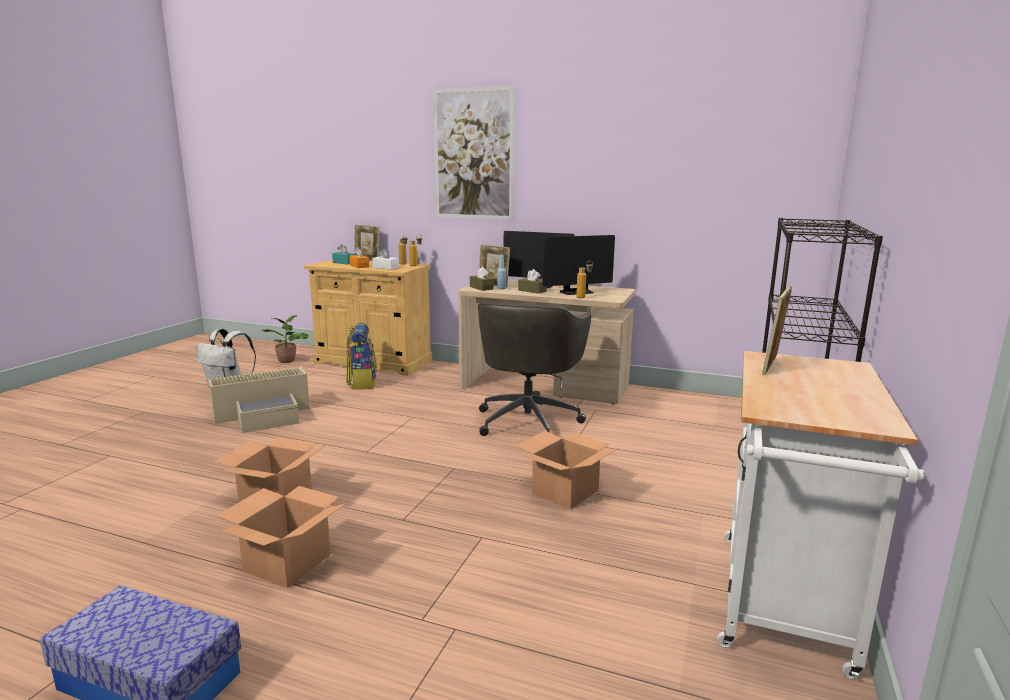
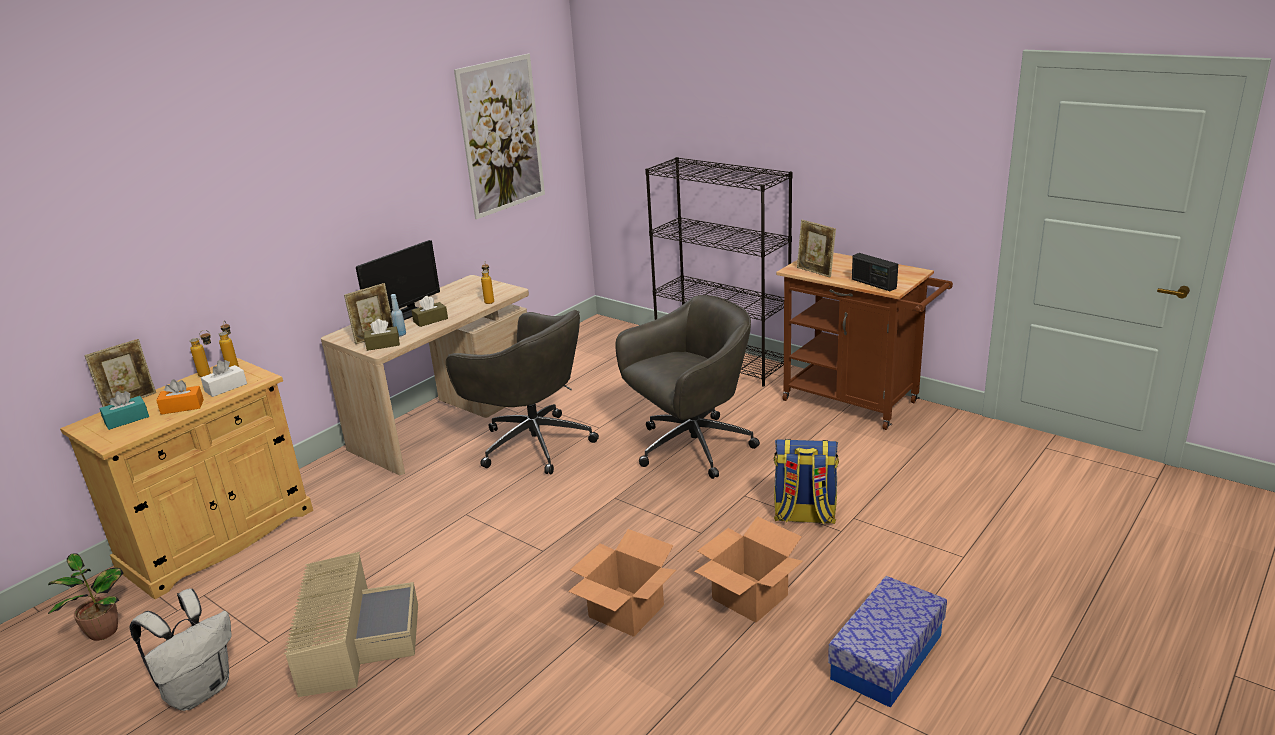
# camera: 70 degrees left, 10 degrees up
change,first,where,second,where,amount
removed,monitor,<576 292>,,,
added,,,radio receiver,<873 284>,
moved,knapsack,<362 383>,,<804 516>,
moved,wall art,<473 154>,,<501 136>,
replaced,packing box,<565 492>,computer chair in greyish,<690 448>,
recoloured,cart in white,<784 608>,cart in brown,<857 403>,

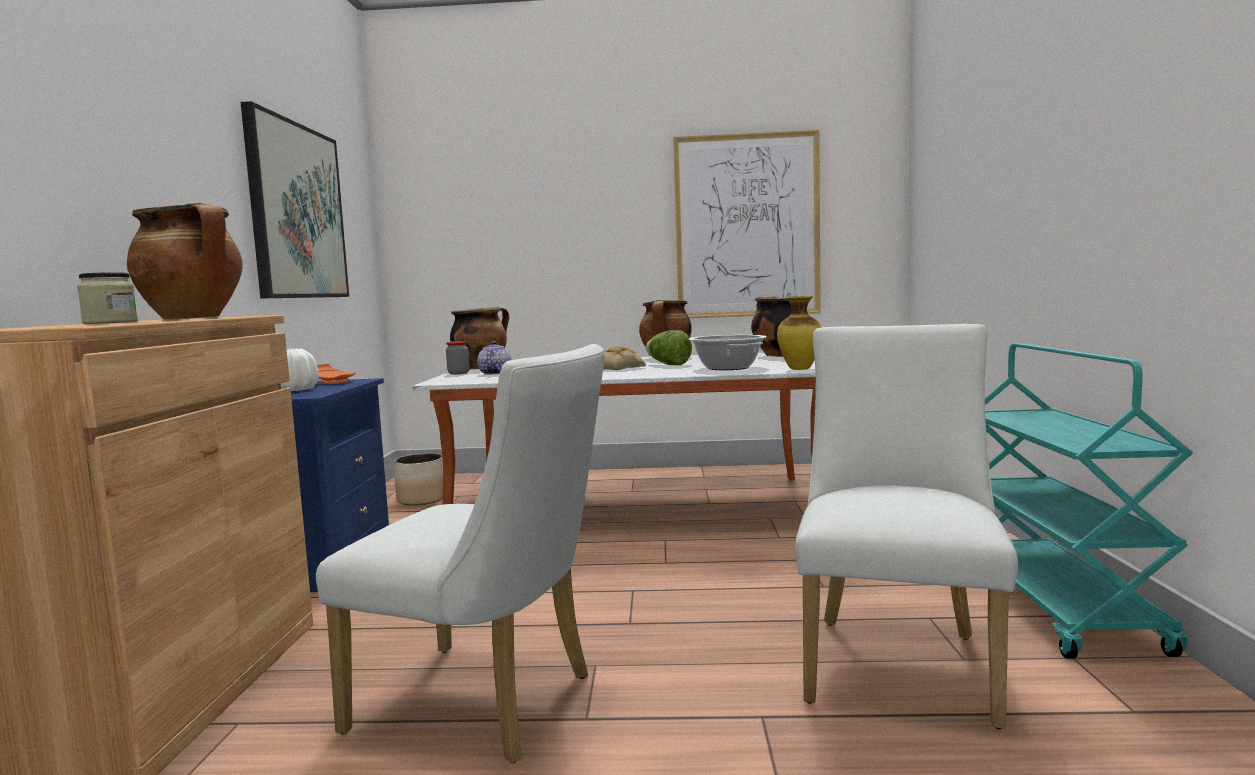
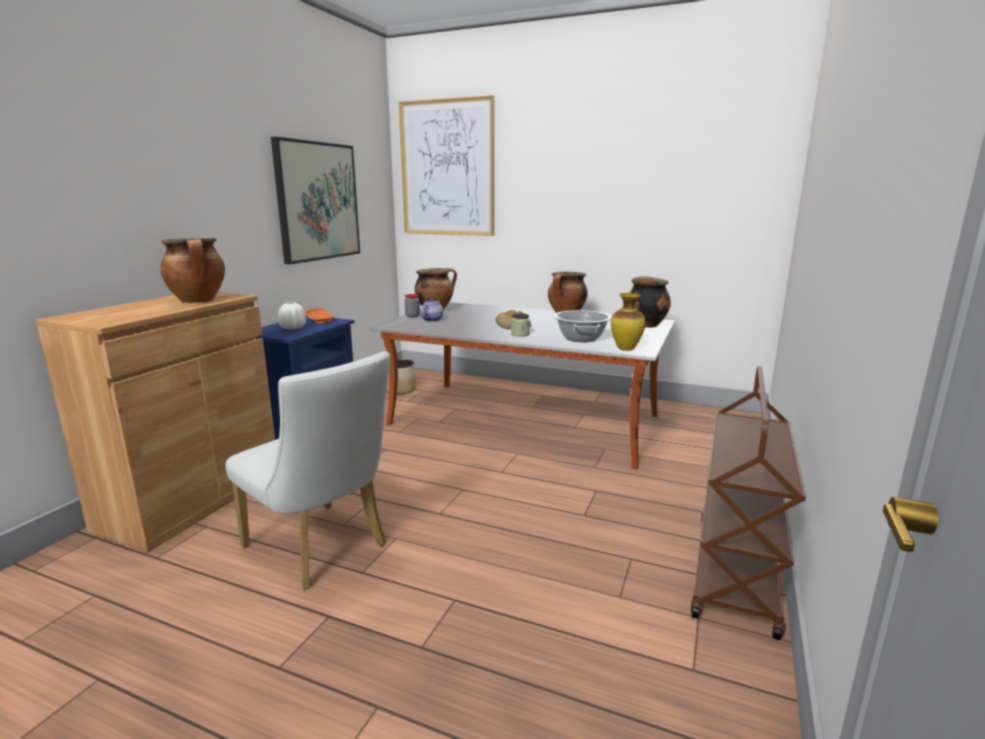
# camera: 20 degrees right, 10 degrees up
change,first,where,second,where,amount
removed,lettuce,<668 365>,,,
removed,chair in white,<898 659>,,,
moved,jar,<110 323>,,<520 334>,
moved,wall art,<747 226>,,<447 168>,
recoloured,cart in turquoise,<1058 607>,cart in brown,<736 574>,

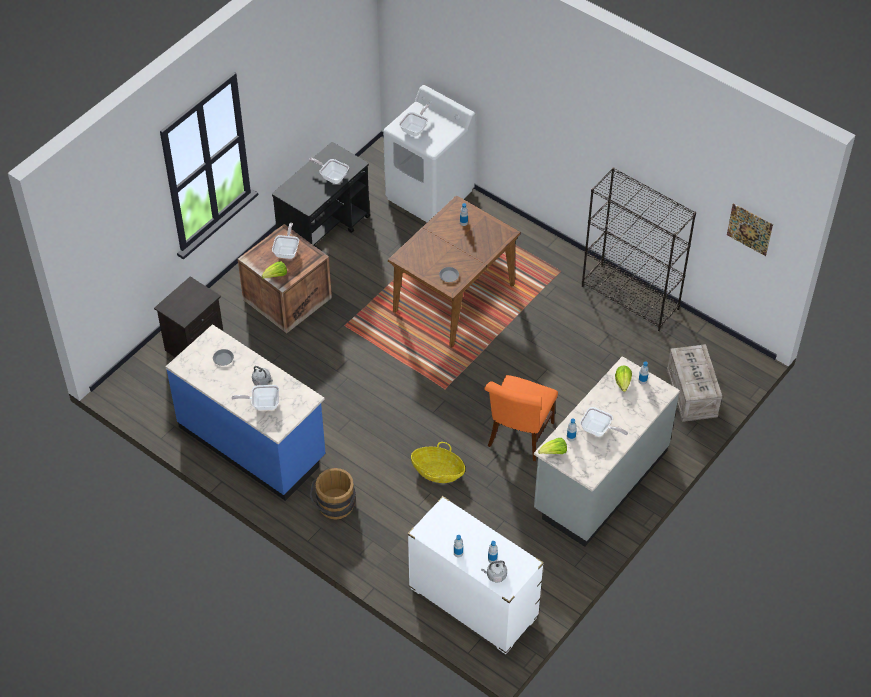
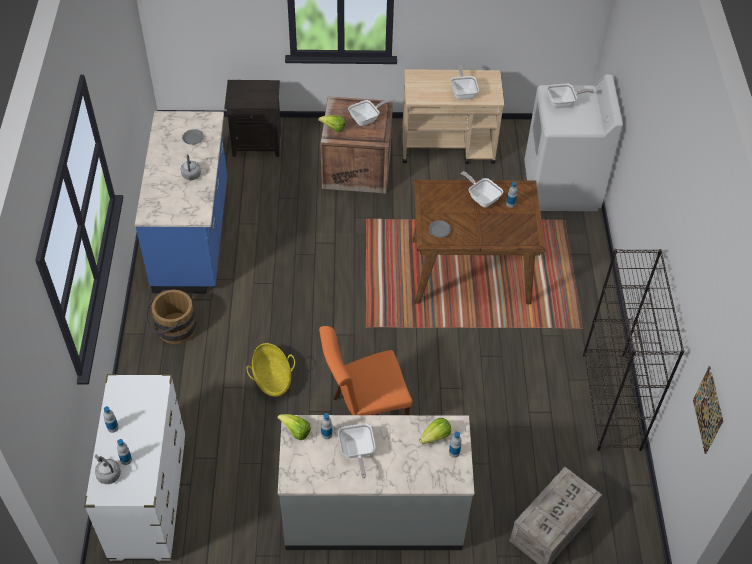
# camera: 50 degrees right, 0 degrees up
change,first,where,second,where,amount
moved,frying pan,<262 404>,,<482 198>,
recoloured,cart in black-coloured,<324 231>,cart in beige-coloured,<448 147>,

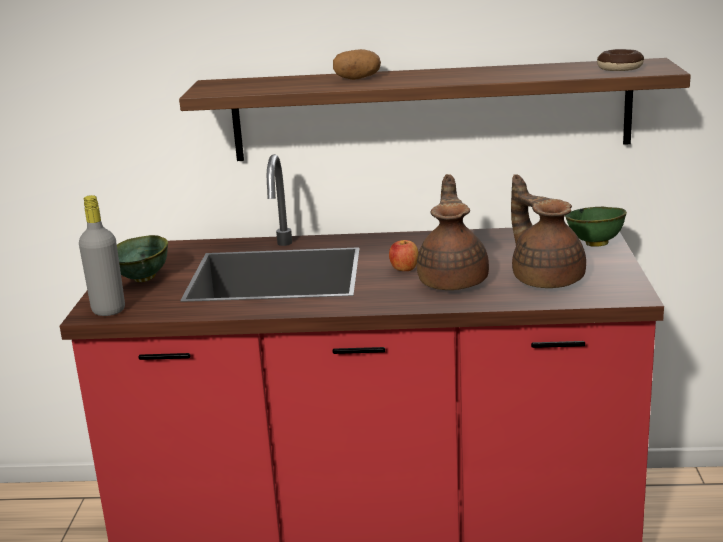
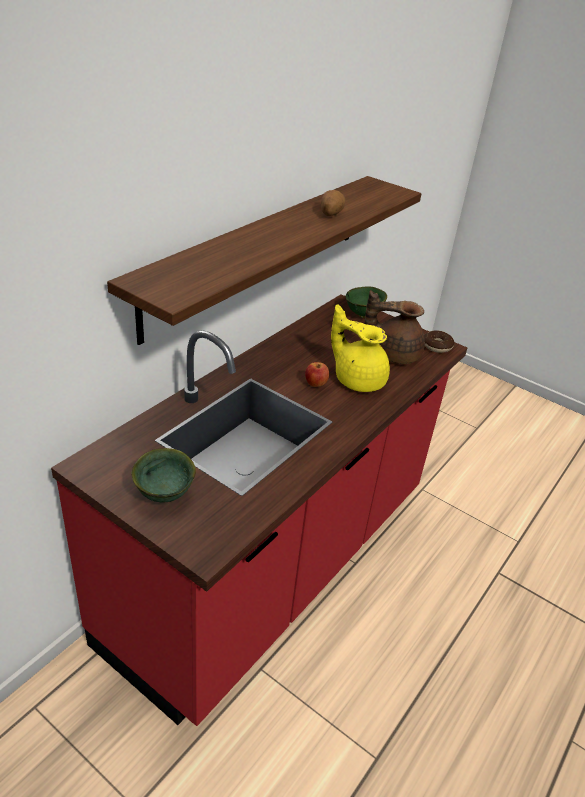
# camera: 60 degrees left, 15 degrees up
change,first,where,second,where,amount
removed,bottle in greyish,<108 310>,,,
moved,spud,<358 78>,,<330 214>,
moved,donut,<620 68>,,<437 346>,
recoloured,tea pot in brown,<454 281>,tea pot in yellow,<358 379>,

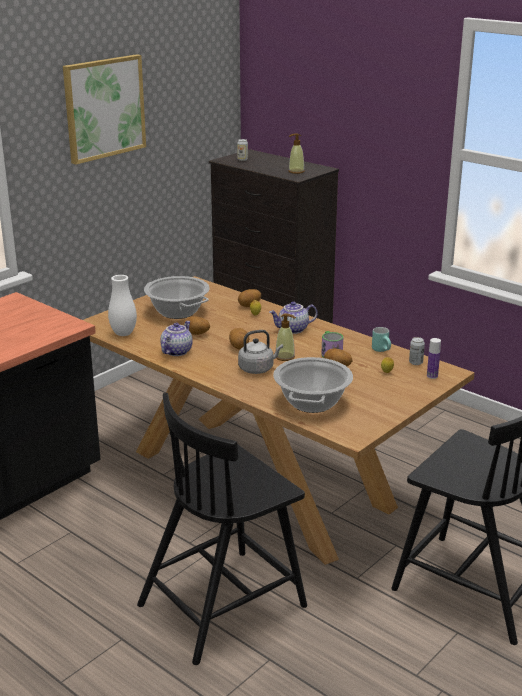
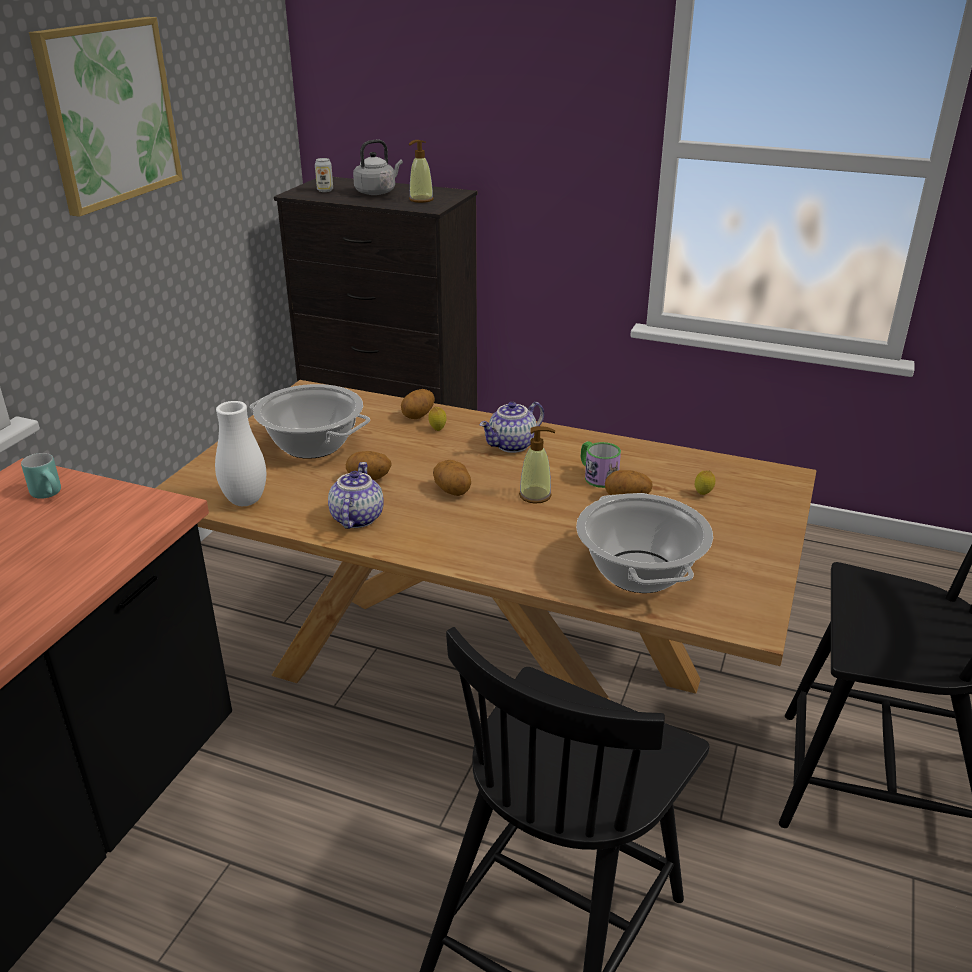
# camera: 20 degrees left, 5 degrees up
change,first,where,second,where,amount
removed,can,<415 362>,,,
removed,bottle,<432 376>,,,
moved,kettle in greyish,<258 369>,,<377 192>,
moved,mug in turquoise,<383 350>,,<51 494>,

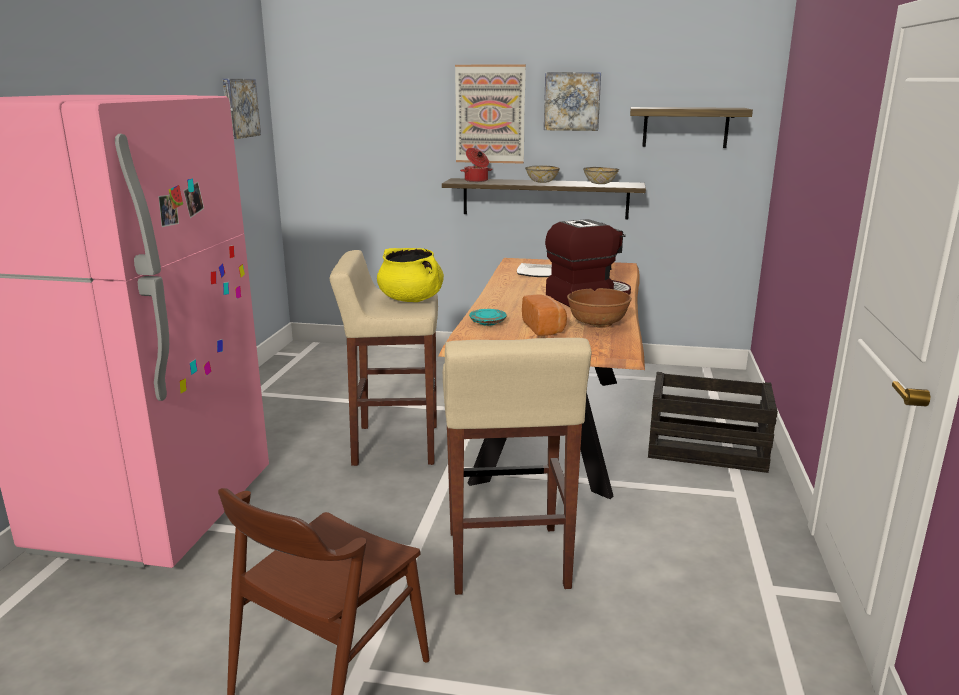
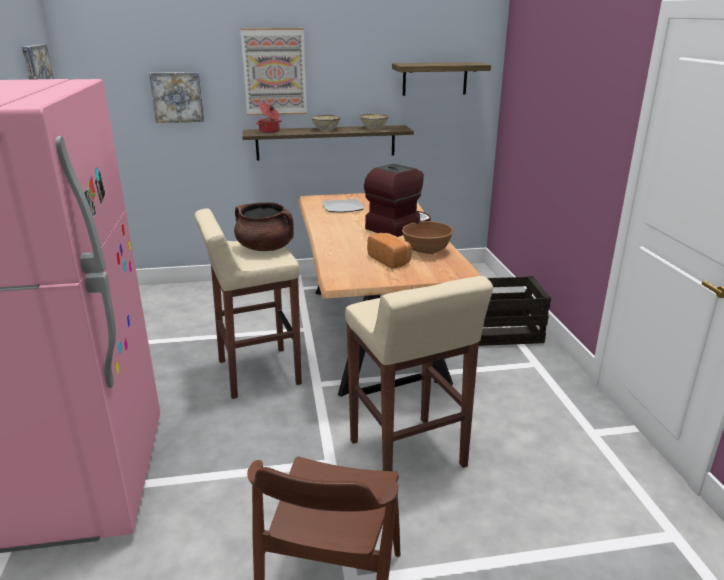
# camera: 20 degrees left, 5 degrees up
change,first,where,second,where,amount
removed,flat dish in turquoise,<488 323>,,,
moved,wall art,<572 101>,,<177 97>,
recoloured,cooking pot in yellow,<411 299>,cooking pot in brown,<266 248>,

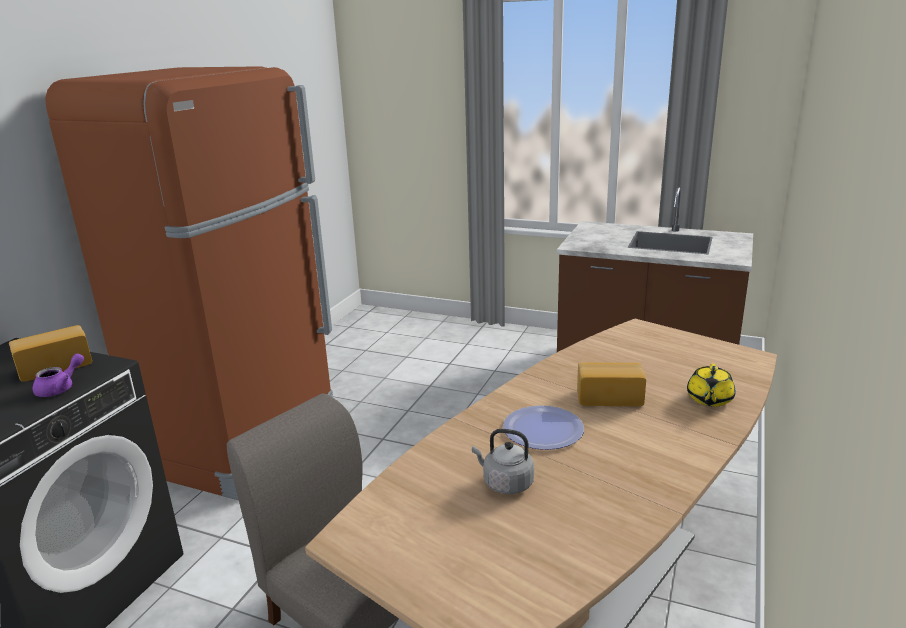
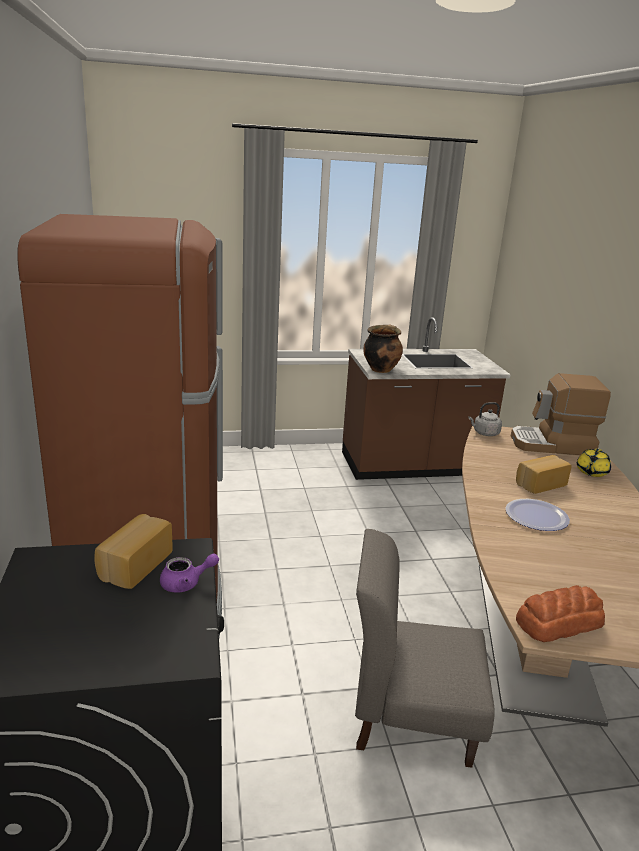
# camera: 35 degrees left, 0 degrees up
change,first,where,second,where,amount
added,,,cooking pot,<381 369>,
added,,,coffee maker,<552 445>,
added,,,bread,<558 622>,
moved,kettle in greyish,<505 483>,,<484 433>,
turned,tea pot in purple,<60 388>,,<186 583>,75 degrees clockwise
turned,tea pot in yellow,<709 399>,,<591 472>,45 degrees clockwise

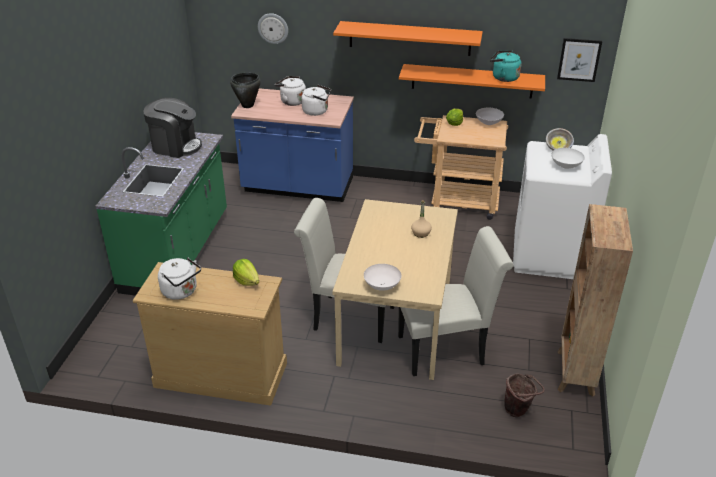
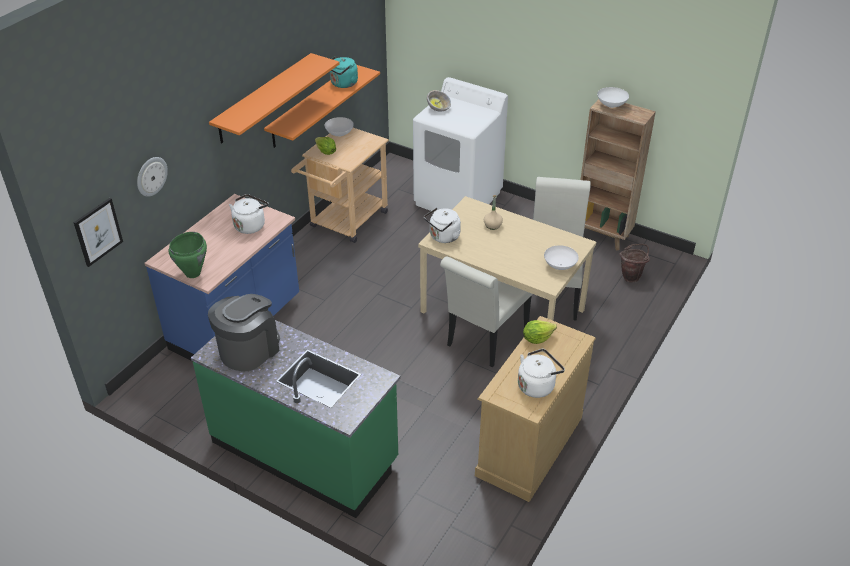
# camera: 70 degrees left, 5 degrees up
change,first,where,second,where,amount
moved,kettle in white,<291 101>,,<443 237>,
moved,bowl in white,<566 166>,,<612 105>,
moved,wall art,<579 59>,,<98 232>,
recoloured,cooking pot in black-coloured,<248 105>,cooking pot in green-coloured,<193 273>,

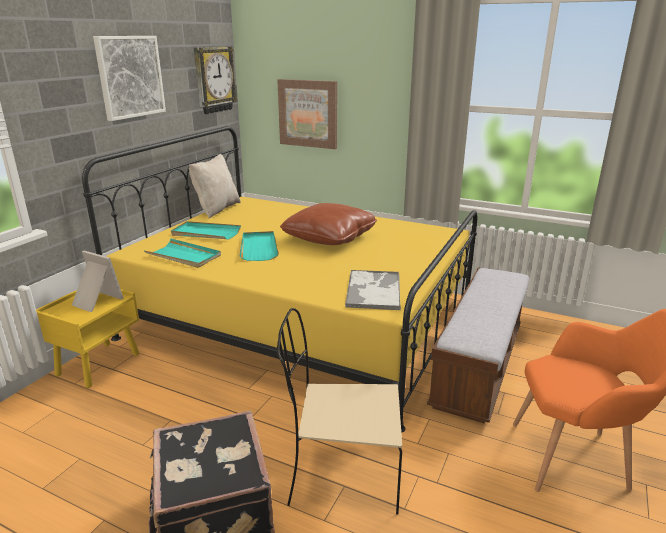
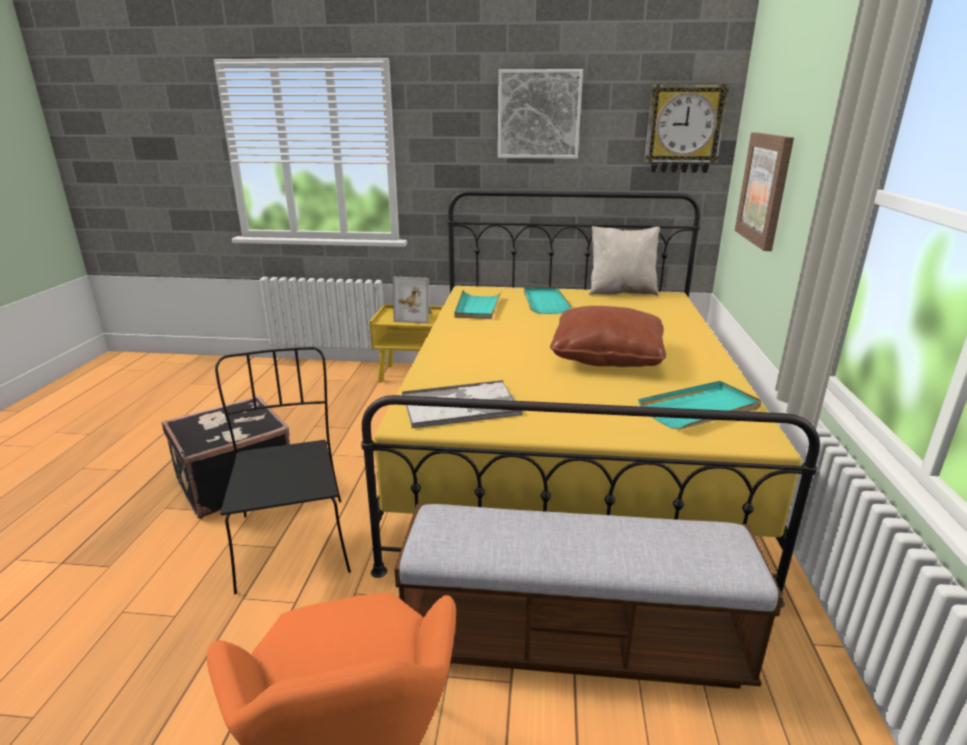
# camera: 70 degrees right, 0 degrees up
change,first,where,second,where,amount
moved,tray in turquoise,<259 248>,,<700 409>,
recoloured,chair in beige-coloured,<341 473>,chair in black-coloured,<293 541>,
turned,standing frame,<95 301>,,<415 317>,90 degrees clockwise

